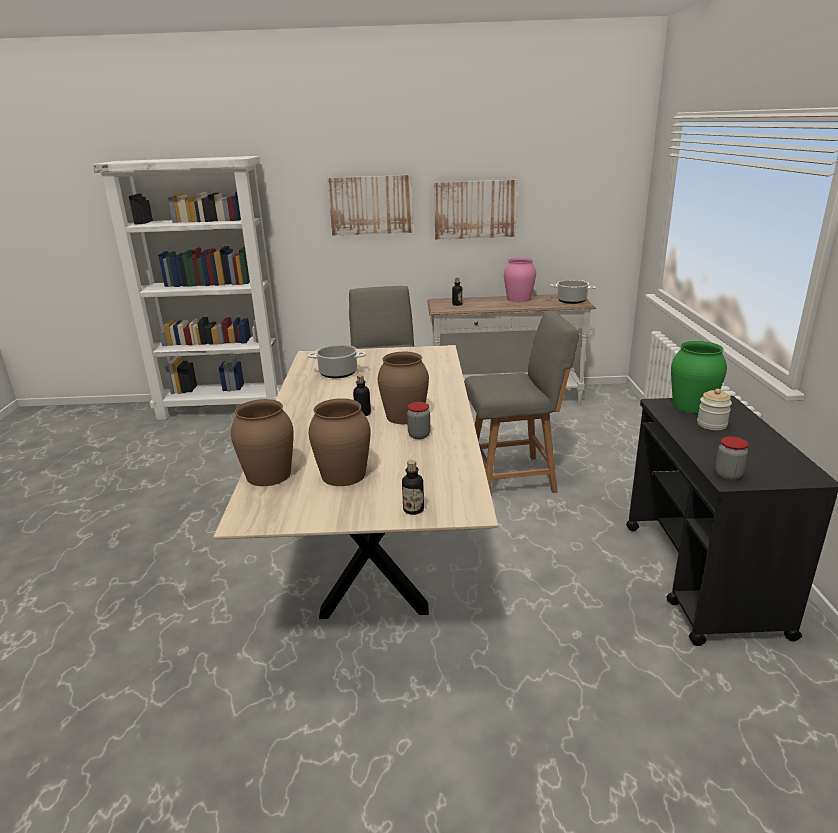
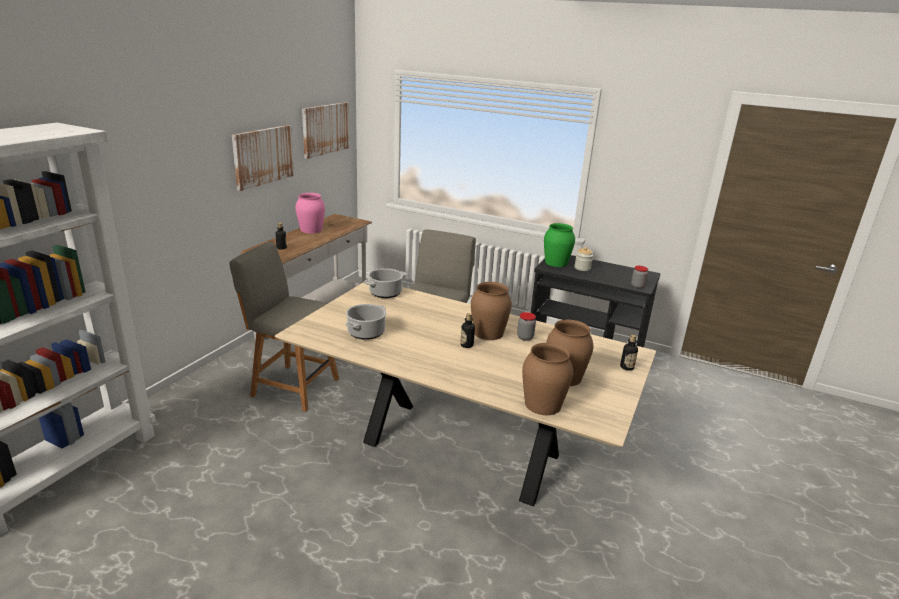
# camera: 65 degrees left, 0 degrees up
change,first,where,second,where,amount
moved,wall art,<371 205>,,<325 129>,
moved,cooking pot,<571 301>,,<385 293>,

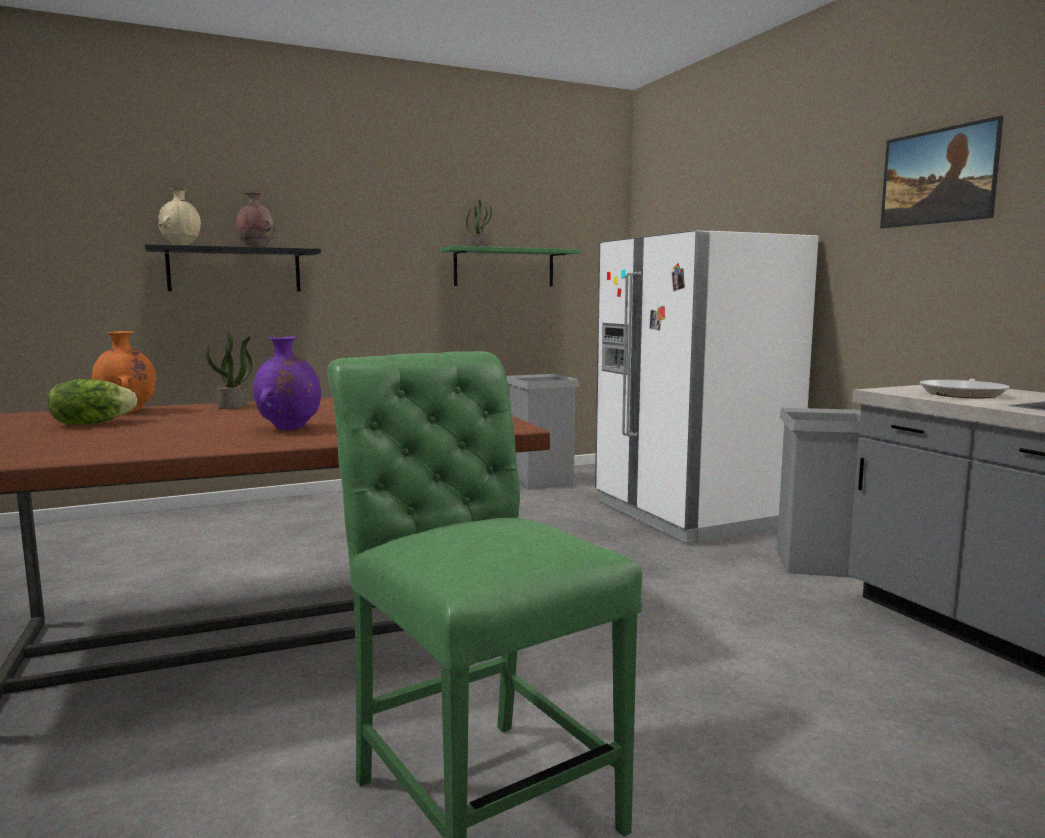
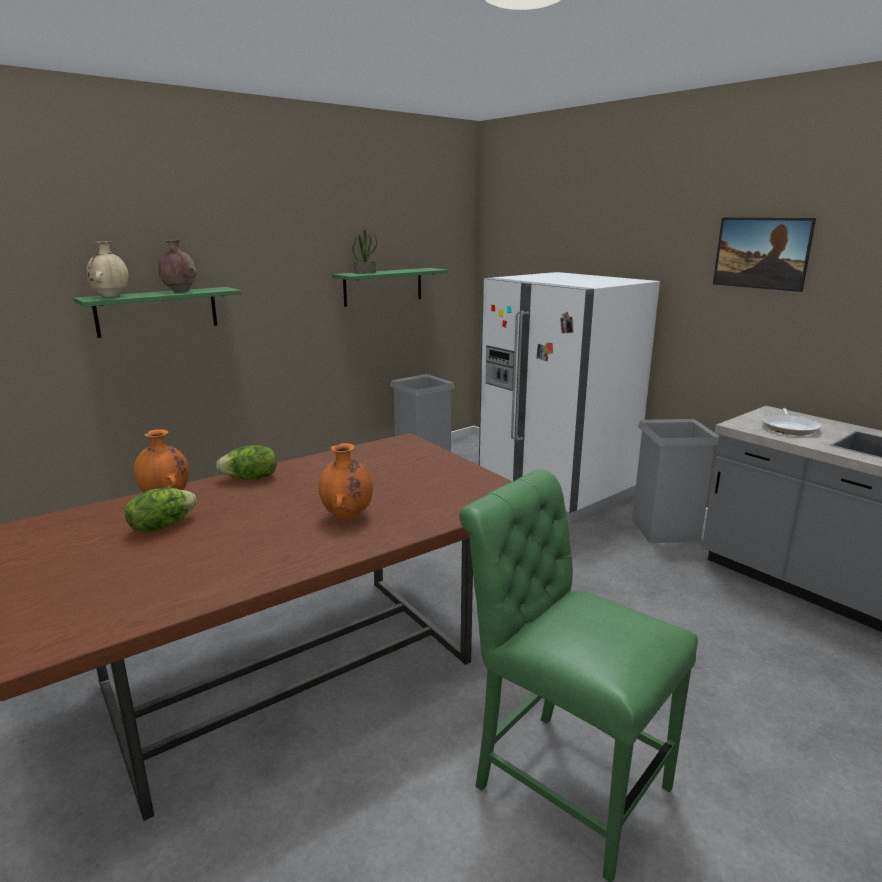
# camera: 15 degrees left, 10 degrees up
change,first,where,second,where,amount
replaced,plant in a pot,<233 406>,lettuce,<250 478>,
recoloured,shelf in black-coloured,<235 270>,shelf in green-coloured,<157 311>,
recoloured,vase in purple,<289 429>,vase in orangey,<347 516>,

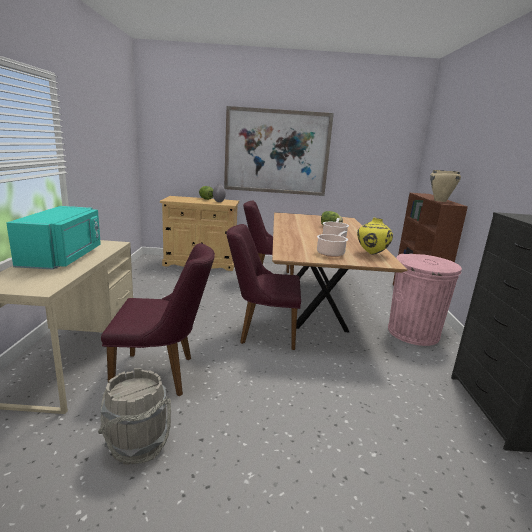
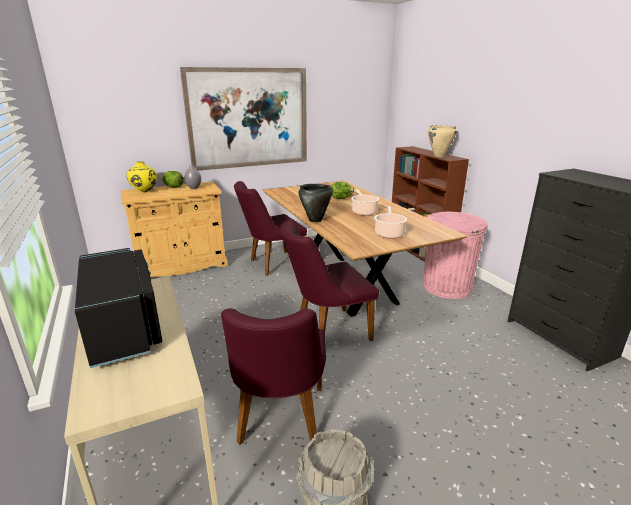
# camera: 25 degrees left, 5 degrees up
change,first,where,second,where,amount
added,,,cooking pot in black-coloured,<315 220>,
moved,vase in yellow,<371 254>,,<144 192>,
recoloured,microwave oven in turquoise,<64 258>,microwave oven in black-coloured,<125 327>,
turned,chair in purple,<162 375>,,<279 421>,120 degrees clockwise

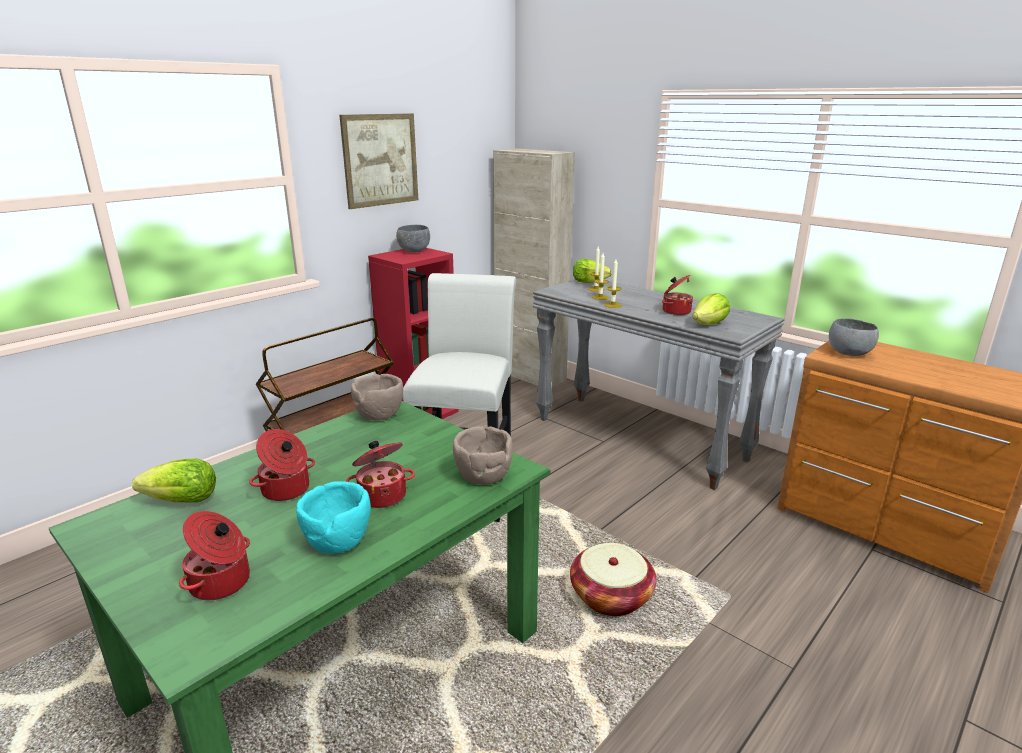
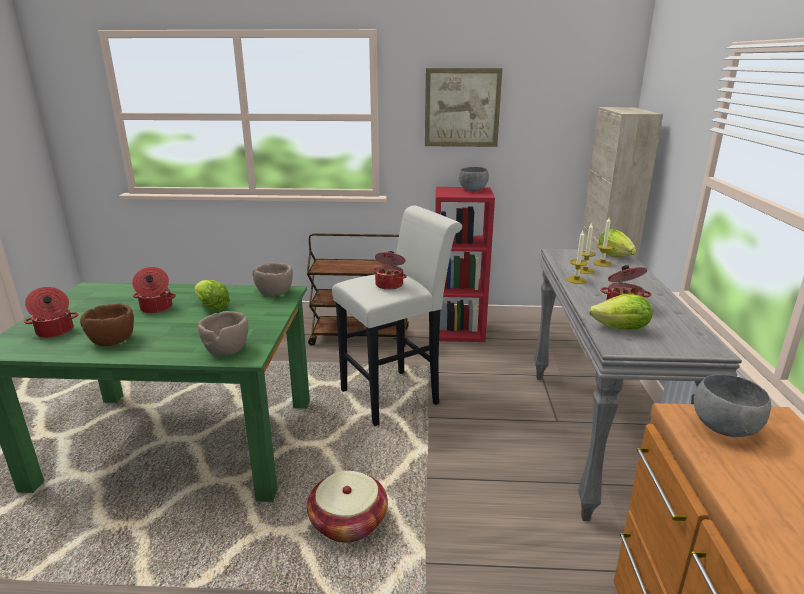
# camera: 50 degrees right, 0 degrees up
change,first,where,second,where,amount
moved,lettuce,<183 501>,,<212 307>,
moved,cooking pot,<382 495>,,<389 284>,
recoloured,bowl in turquoise,<338 540>,bowl in brown,<113 340>,

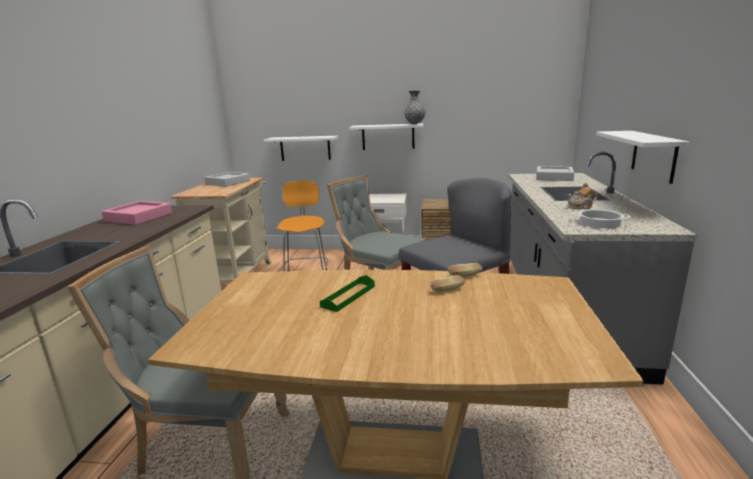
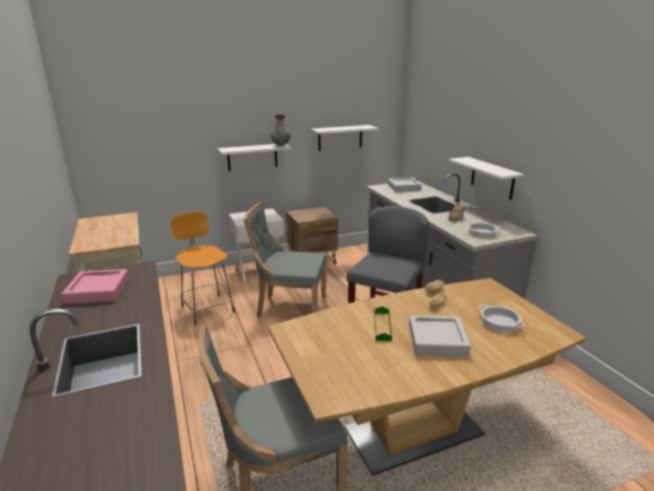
# camera: 30 degrees left, 5 degrees up
change,first,where,second,where,amount
added,,,cooking pot,<500 322>,
moved,tray in greyish,<228 182>,,<437 340>,
moved,shelf in white,<305 148>,,<340 137>,

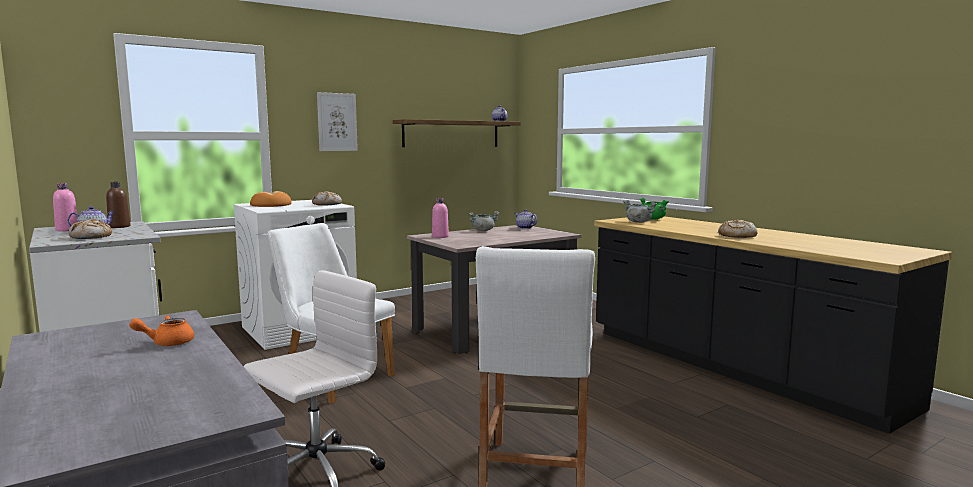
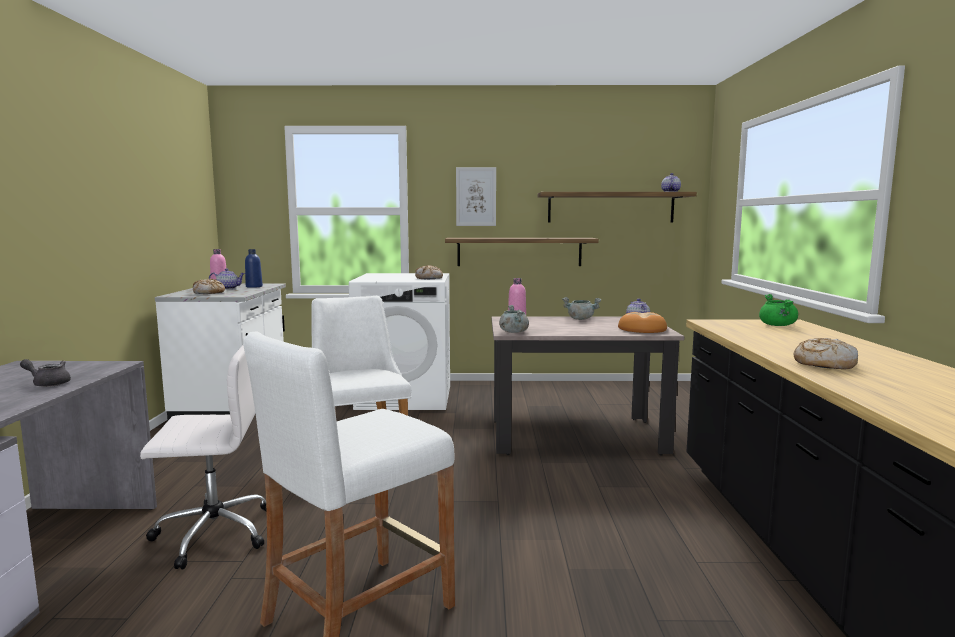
# camera: 35 degrees right, 0 degrees up
change,first,where,second,where,amount
added,,,shelf,<519 252>,
moved,bread,<270 205>,,<641 329>,
moved,cooking pot in greyish,<638 222>,,<513 332>,
recoloured,bottle in brown,<119 226>,bottle in bluish,<254 286>,
recoloured,tea pot in orangey,<167 343>,tea pot in greyish,<48 383>,

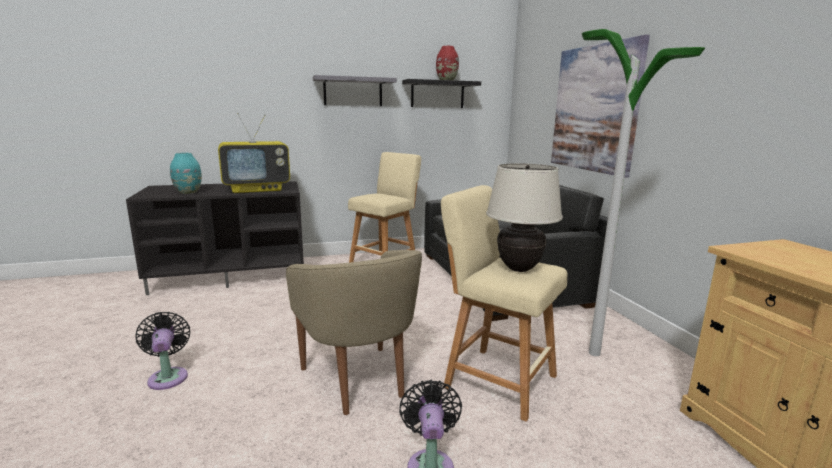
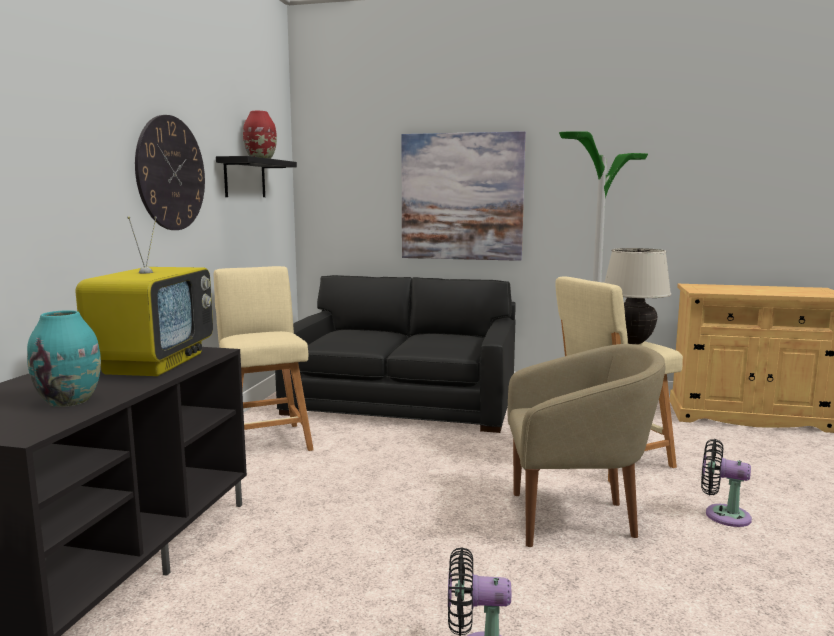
# camera: 60 degrees left, 5 degrees down
change,first,where,second,where,amount
replaced,shelf in greyish,<353 91>,hanging clock,<171 173>,

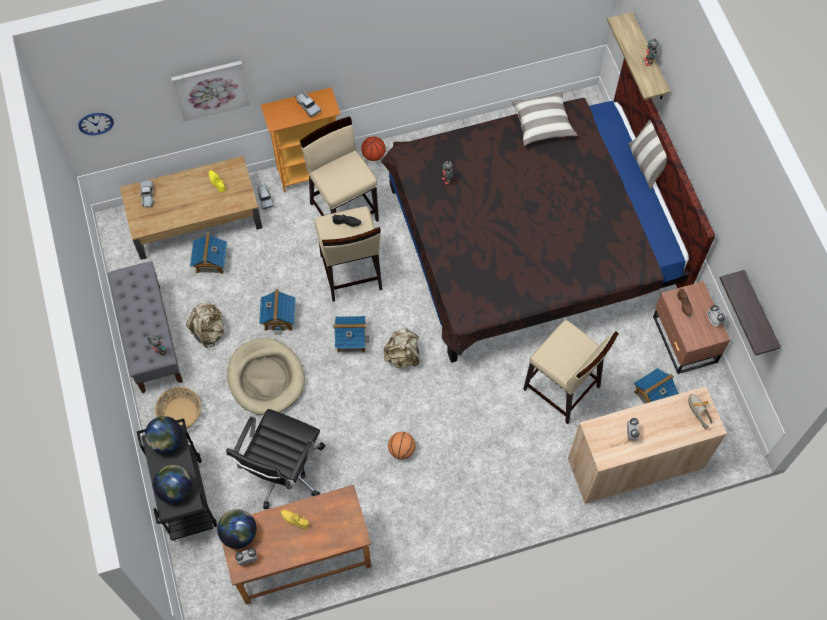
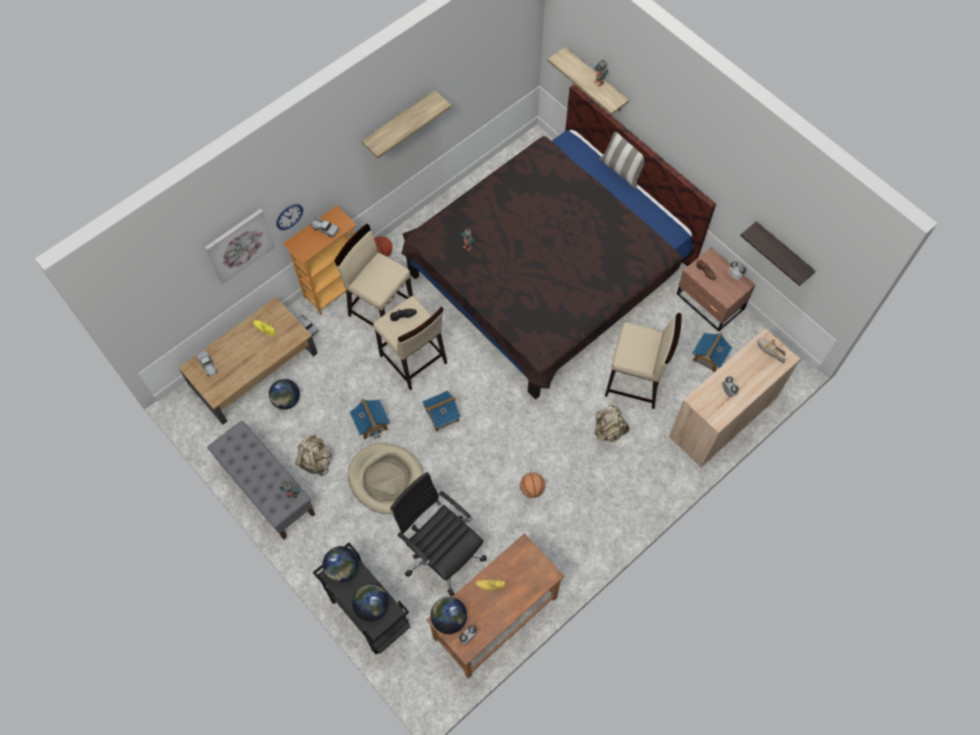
# camera: 25 degrees left, 0 degrees up
change,first,where,second,where,amount
removed,storage basket,<180 413>,,,
removed,cushion,<542 123>,,,
added,,,shelf,<399 123>,
moved,hanging clock,<95 123>,,<289 216>,
moved,knapsack in beige-coloured,<402 356>,,<608 430>,
replaced,model house,<211 261>,world globe,<286 400>,
turned,computer chair in black-coloured,<282 471>,,<441 552>,135 degrees clockwise

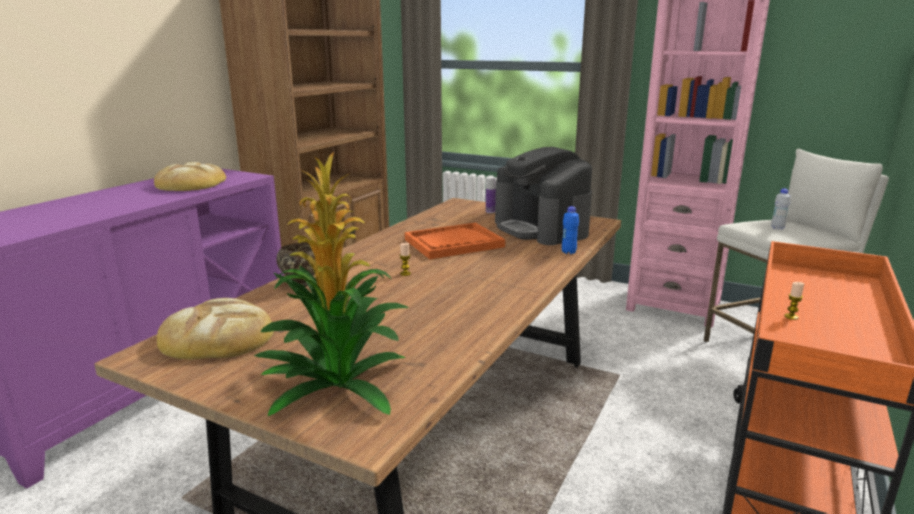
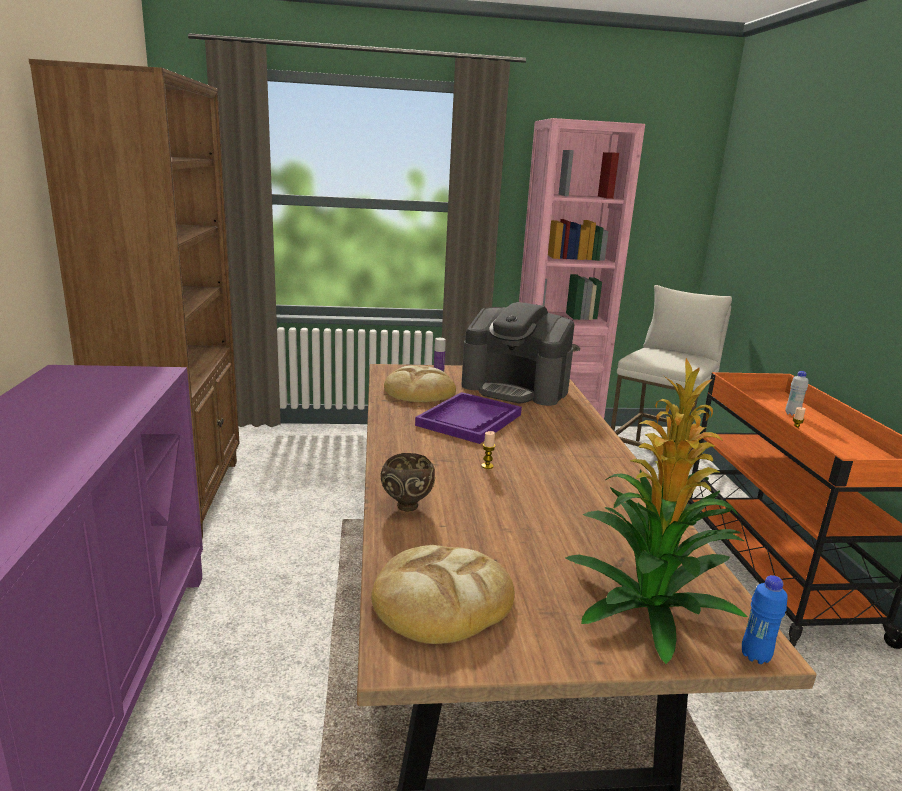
# camera: 35 degrees left, 0 degrees up
change,first,where,second,where,amount
moved,bread,<191 184>,,<419 390>,
moved,bottle in bluish,<568 252>,,<755 656>,
moved,bottle in white,<777 228>,,<792 414>,
recoloured,tray in orangey,<453 243>,tray in purple,<469 420>,

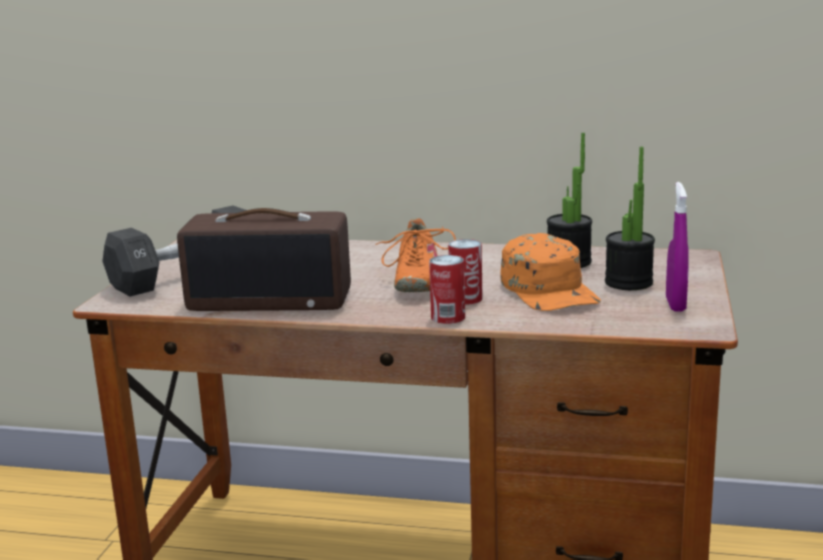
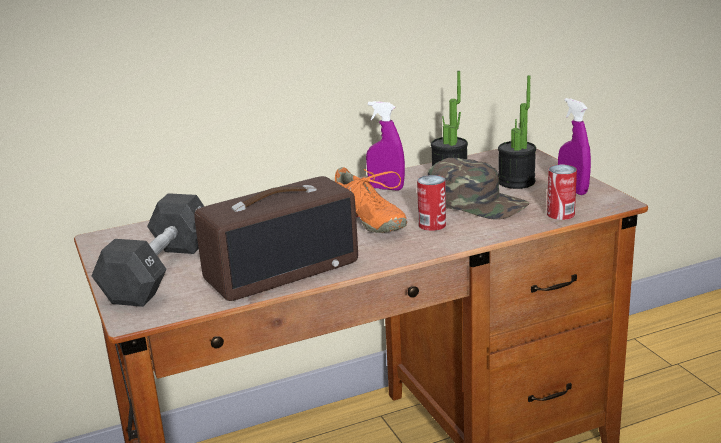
# camera: 35 degrees left, 5 degrees up
change,first,where,second,where,amount
added,,,sprayer in purple,<386 188>,
moved,can,<448 317>,,<560 214>,
recoloured,peaked cap in orangey,<550 290>,peaked cap in green-coloured,<476 202>,

